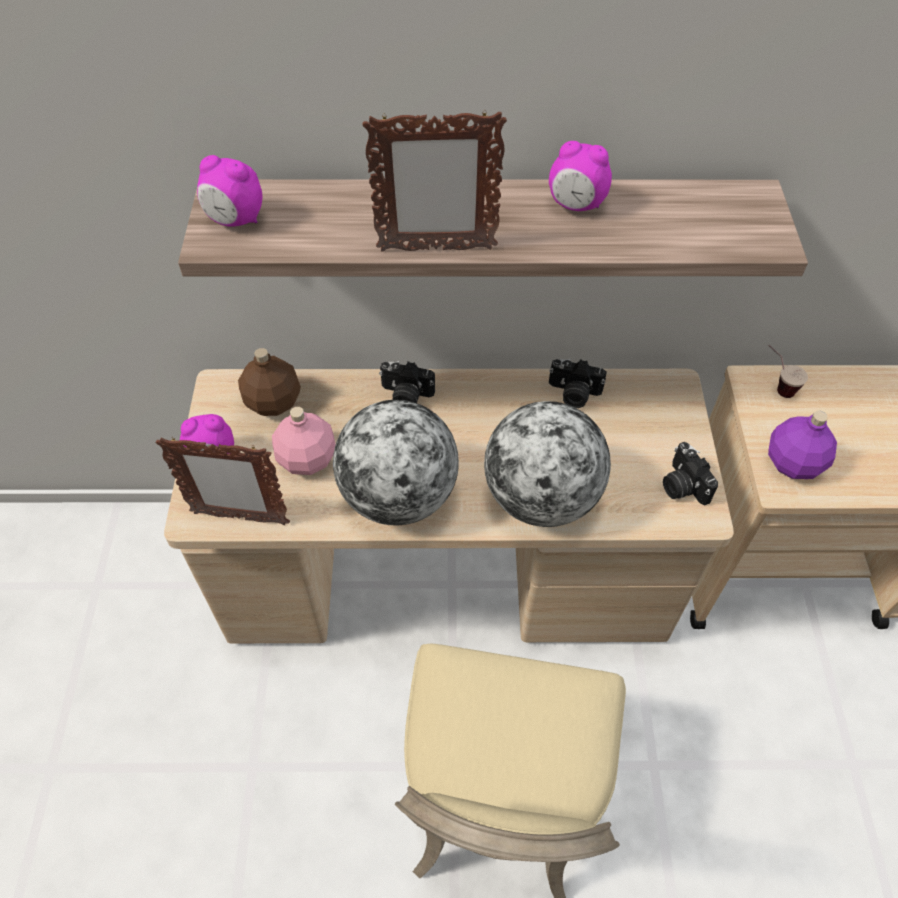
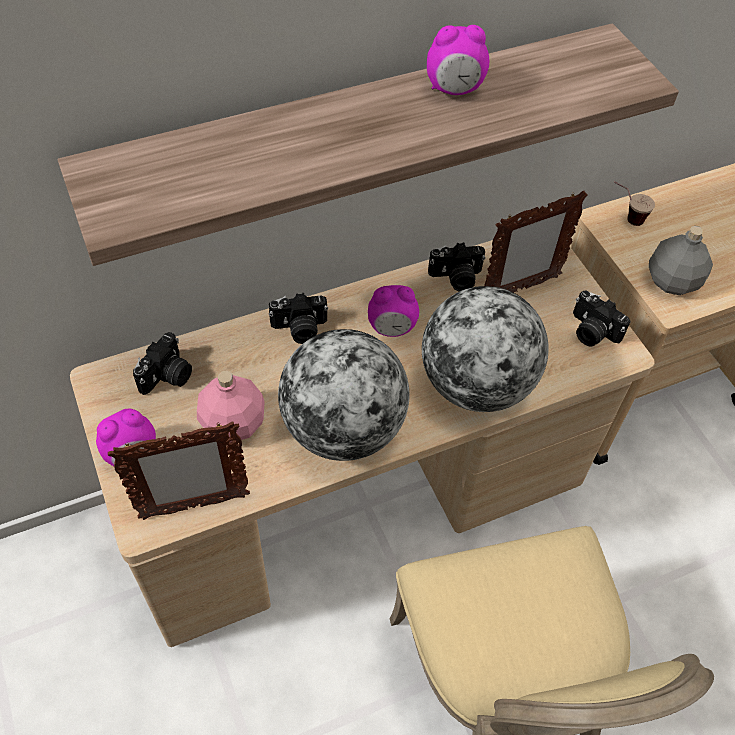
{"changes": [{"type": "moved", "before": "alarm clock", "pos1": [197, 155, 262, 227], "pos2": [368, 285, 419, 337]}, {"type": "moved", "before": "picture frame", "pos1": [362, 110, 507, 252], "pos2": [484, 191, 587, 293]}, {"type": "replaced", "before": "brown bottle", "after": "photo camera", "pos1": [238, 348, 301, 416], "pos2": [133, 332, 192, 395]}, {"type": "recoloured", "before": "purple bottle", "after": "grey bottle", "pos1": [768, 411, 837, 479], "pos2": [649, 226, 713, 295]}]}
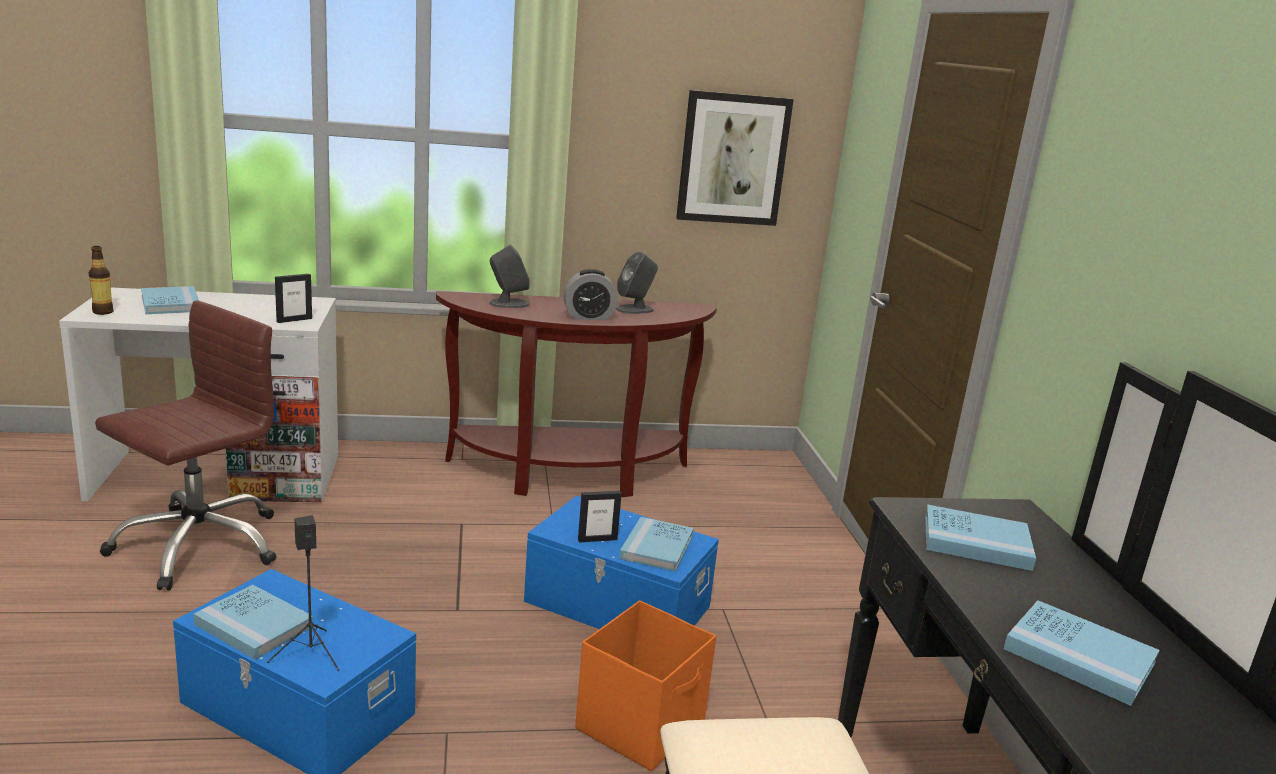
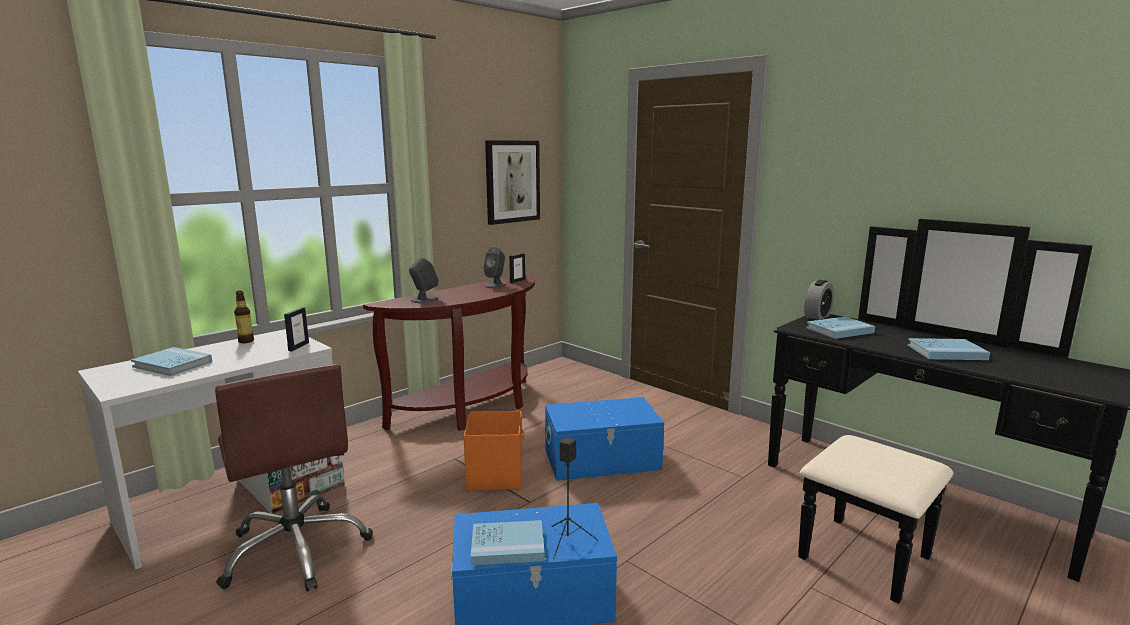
{"changes": [{"type": "removed", "before": "blue book", "pos1": [619, 517, 694, 572]}, {"type": "moved", "before": "bottle", "pos1": [89, 246, 114, 315], "pos2": [234, 291, 254, 343]}, {"type": "moved", "before": "alarm clock", "pos1": [563, 269, 618, 320], "pos2": [804, 280, 834, 320]}, {"type": "moved", "before": "orange storage box", "pos1": [575, 600, 716, 771], "pos2": [464, 411, 524, 490]}, {"type": "moved", "before": "picture frame", "pos1": [578, 491, 622, 543], "pos2": [509, 253, 525, 283]}, {"type": "turned", "before": "brown office chair", "pos1": [95, 300, 277, 590], "pos2": [215, 364, 373, 592], "turn": 150}]}
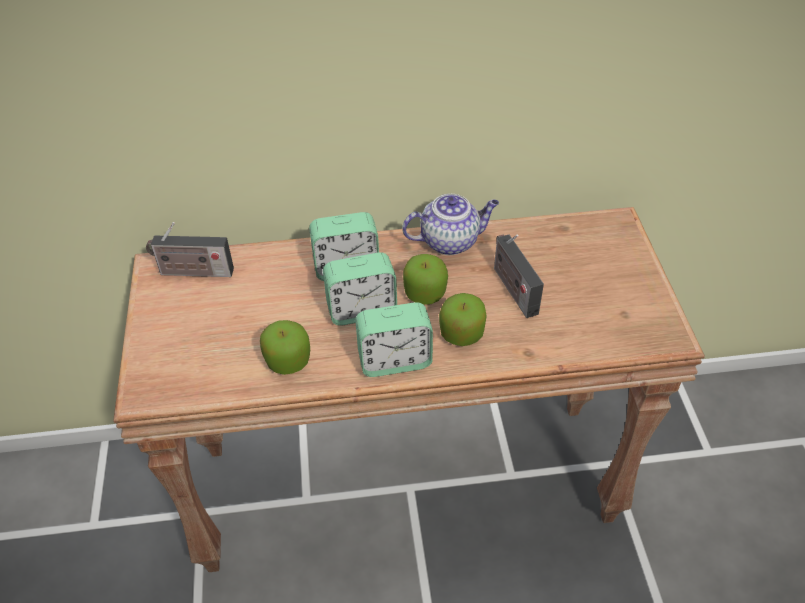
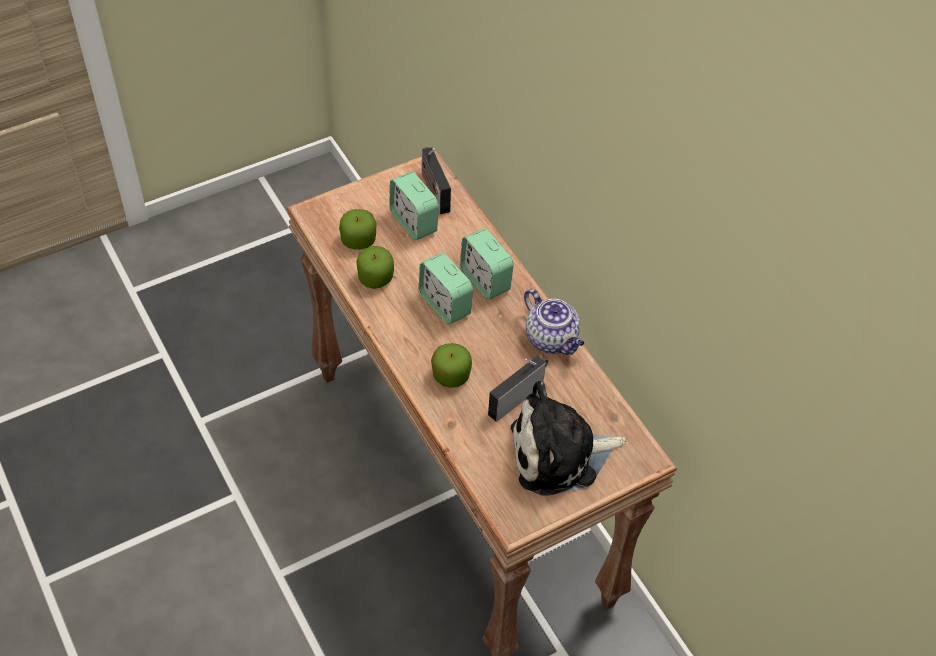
{"changes": [{"type": "added", "after": "plush toy", "pos2": [511, 381, 626, 496]}, {"type": "moved", "before": "alarm clock", "pos1": [355, 302, 433, 377], "pos2": [389, 172, 439, 240]}, {"type": "moved", "before": "apple", "pos1": [403, 254, 448, 305], "pos2": [339, 209, 376, 250]}]}
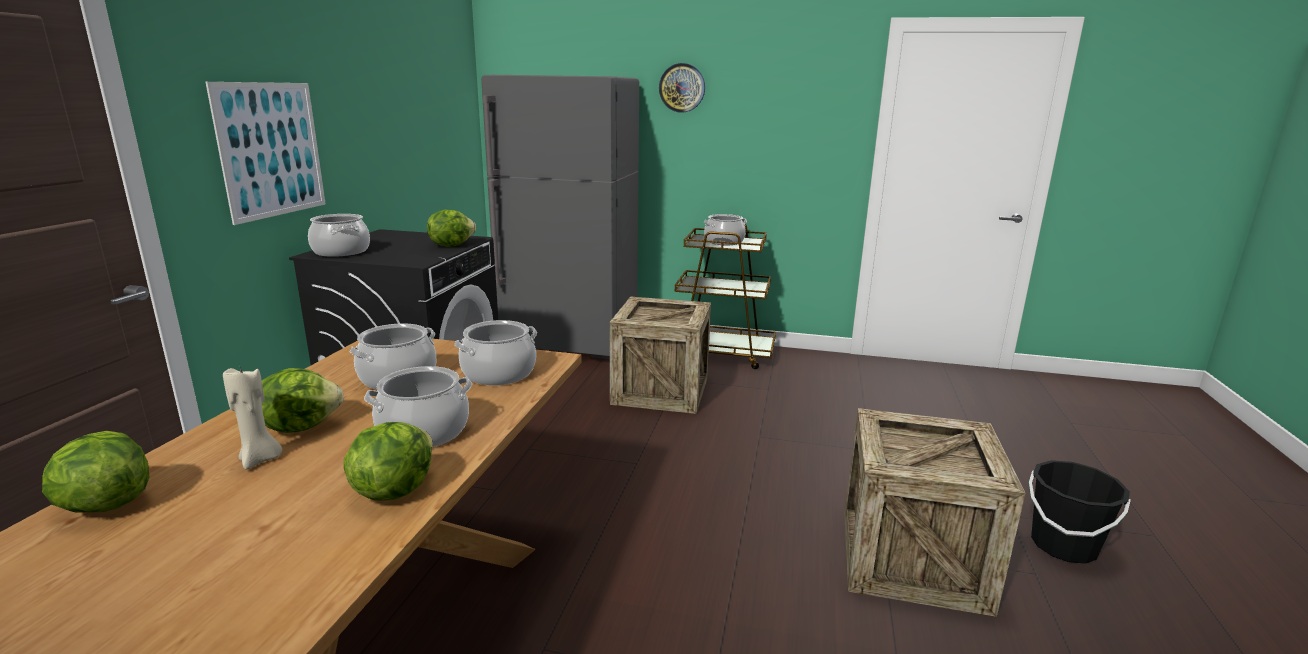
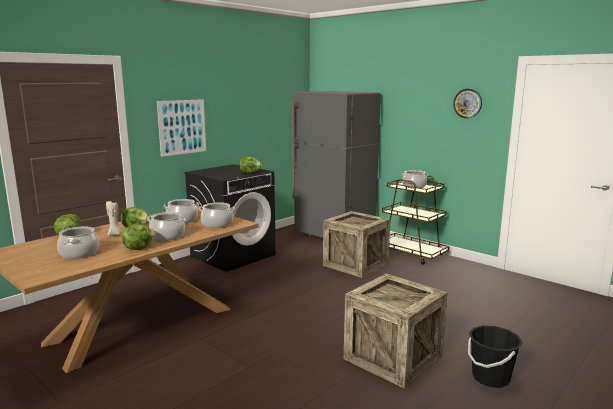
{"changes": [{"type": "moved", "before": "cooking pot", "pos1": [308, 214, 370, 257], "pos2": [57, 226, 99, 259]}, {"type": "moved", "before": "wall clock", "pos1": [659, 63, 705, 113], "pos2": [453, 89, 482, 118]}]}
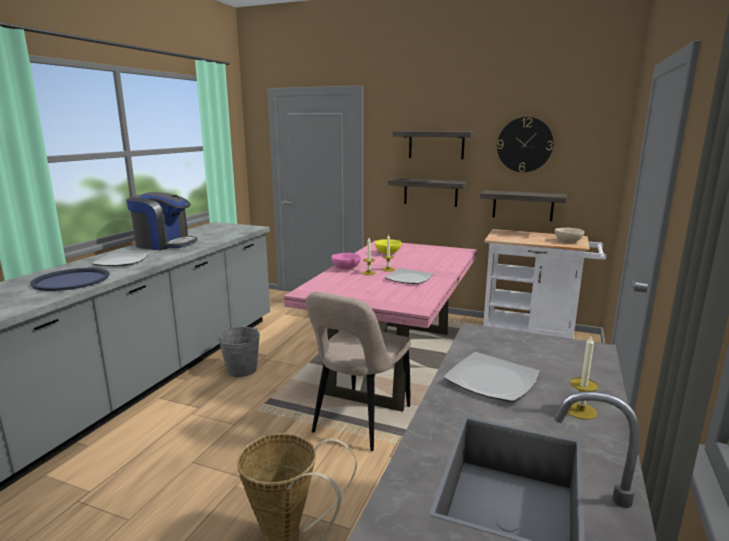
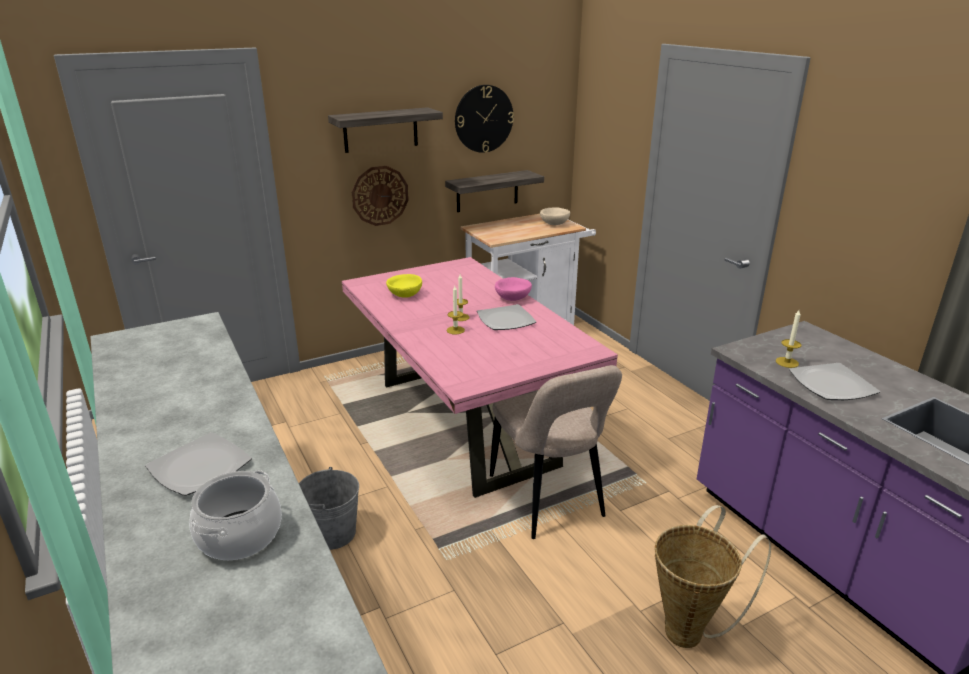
{"changes": [{"type": "removed", "before": "coffee machine", "pos1": [126, 192, 198, 250]}, {"type": "moved", "before": "pink bowl", "pos1": [331, 253, 361, 269], "pos2": [495, 277, 532, 301]}, {"type": "moved", "before": "candle", "pos1": [567, 336, 599, 420], "pos2": [776, 310, 802, 368]}, {"type": "replaced", "before": "blue tray", "after": "cooking pot", "pos1": [30, 268, 110, 291], "pos2": [189, 470, 282, 560]}, {"type": "replaced", "before": "shelf", "after": "wall clock", "pos1": [388, 178, 468, 207], "pos2": [352, 166, 409, 226]}]}
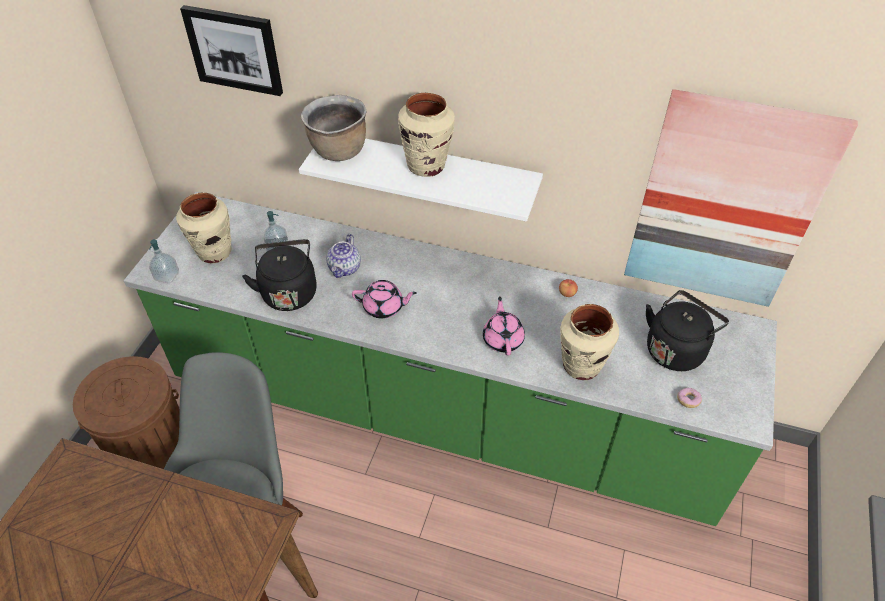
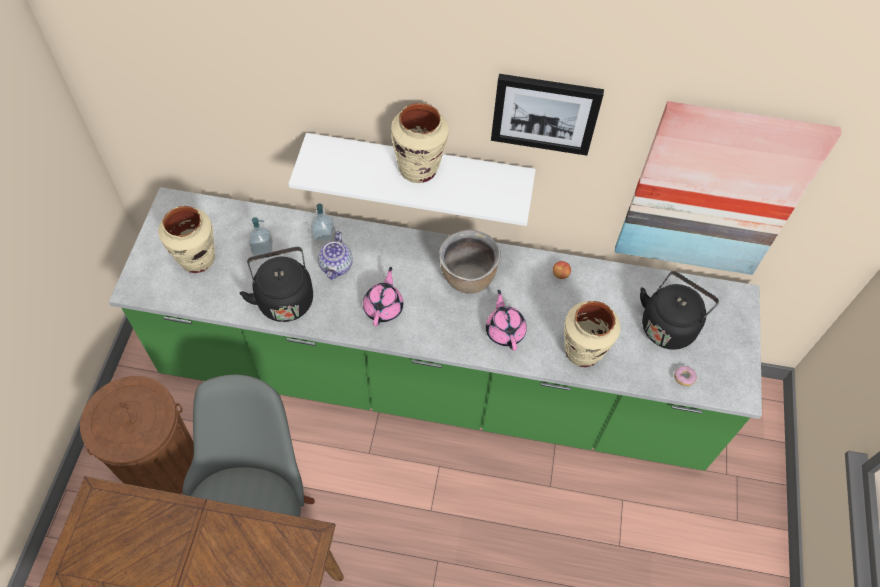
{"changes": [{"type": "moved", "before": "soap dispenser", "pos1": [149, 239, 179, 283], "pos2": [311, 204, 335, 243]}, {"type": "moved", "before": "picture", "pos1": [180, 5, 283, 96], "pos2": [491, 74, 604, 156]}, {"type": "moved", "before": "brown cooking pot", "pos1": [301, 95, 366, 161], "pos2": [439, 229, 501, 294]}, {"type": "turned", "before": "pink teapot", "pos1": [352, 280, 417, 319], "pos2": [363, 267, 403, 326], "turn": -75}]}
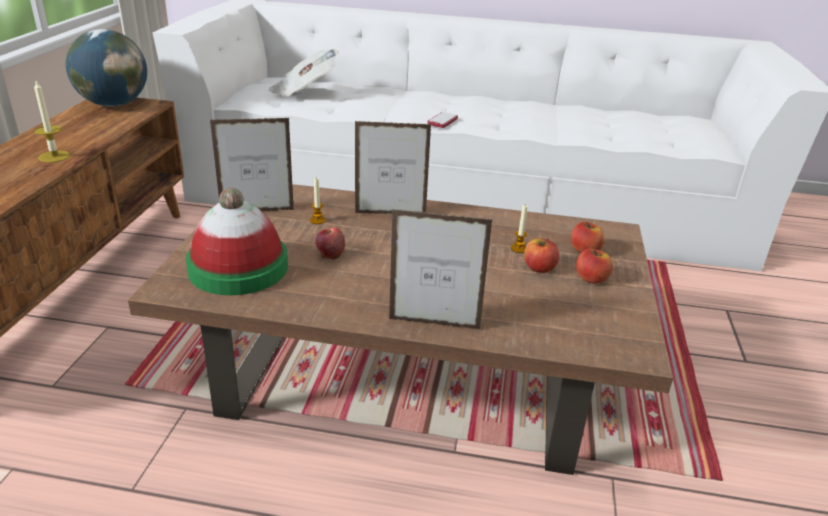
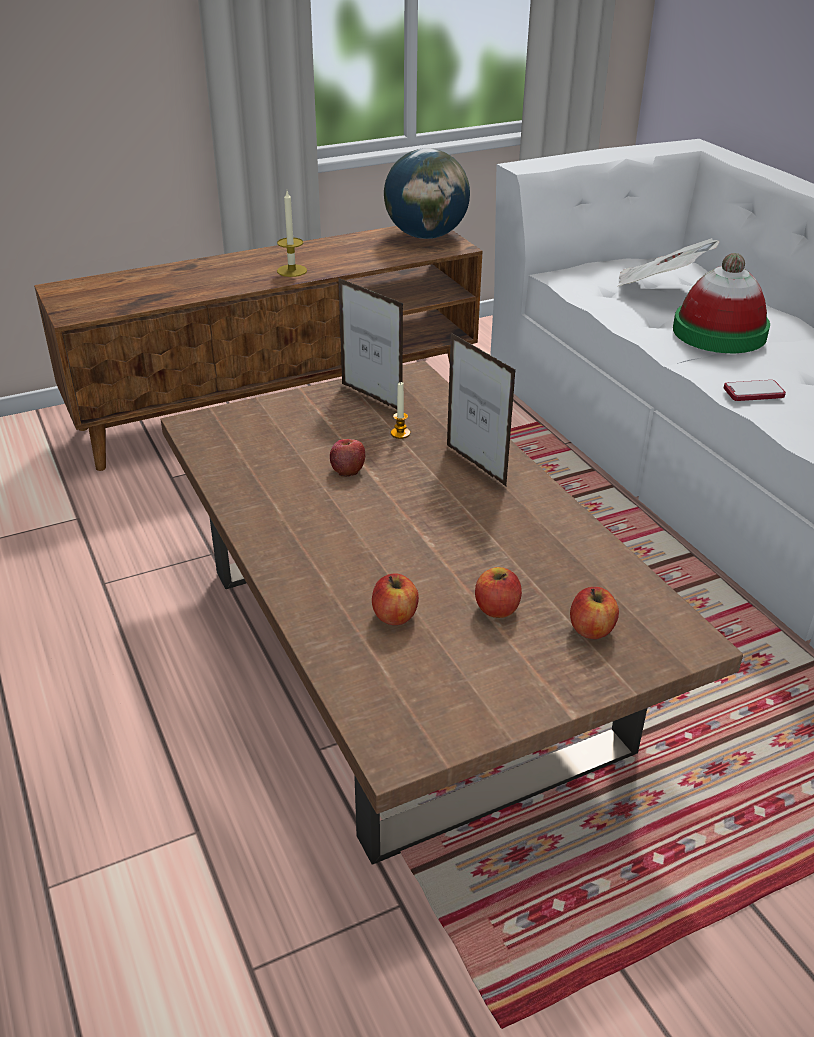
{"changes": [{"type": "removed", "before": "picture frame", "pos1": [389, 209, 493, 329]}, {"type": "removed", "before": "candle", "pos1": [511, 204, 527, 253]}, {"type": "moved", "before": "hat", "pos1": [186, 188, 288, 295], "pos2": [673, 253, 770, 353]}, {"type": "moved", "before": "apple", "pos1": [576, 249, 613, 284], "pos2": [372, 573, 419, 625]}]}
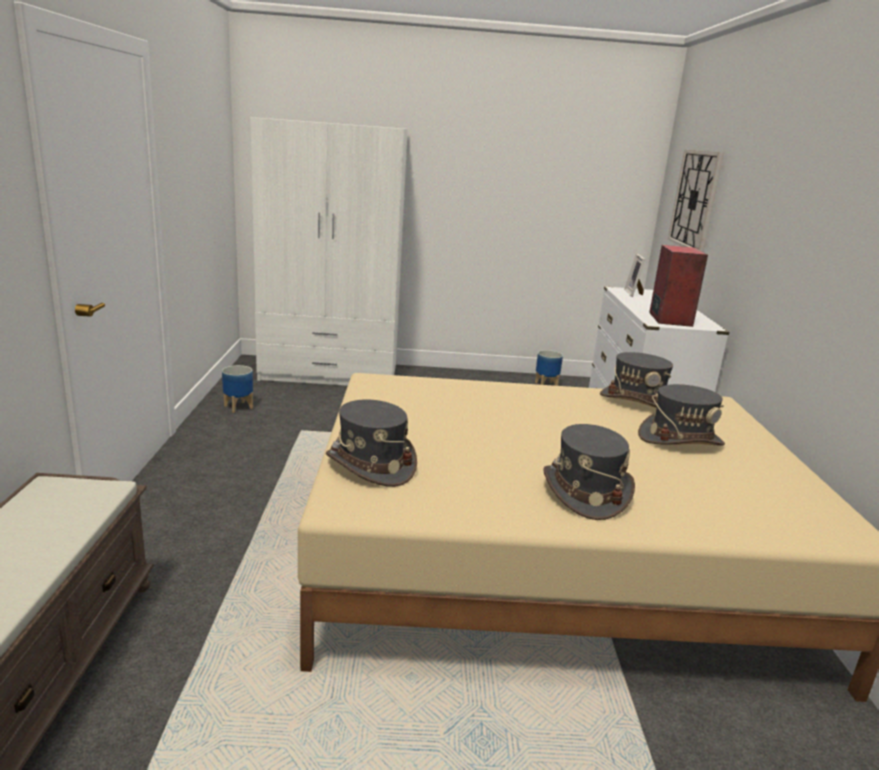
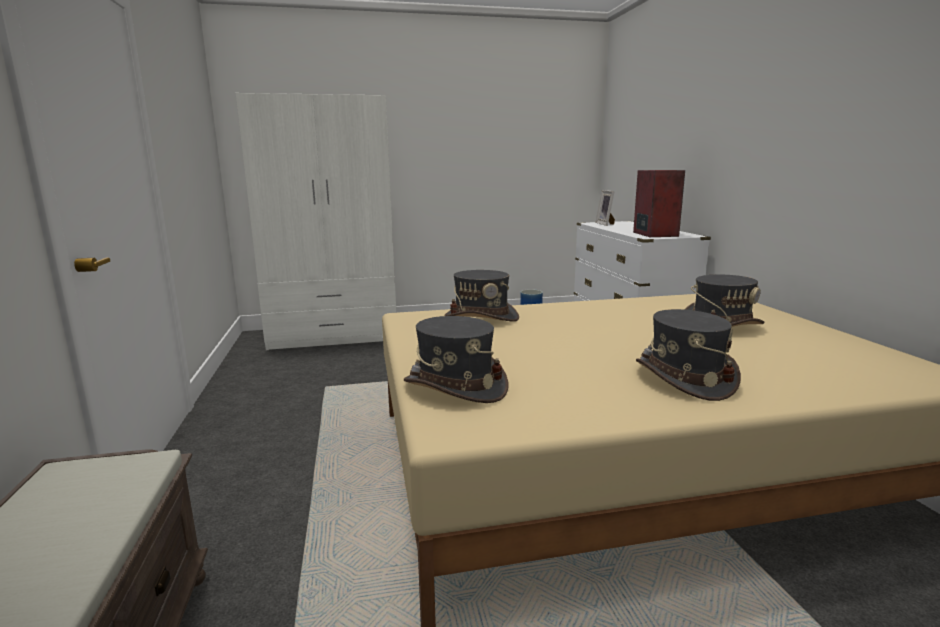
{"changes": [{"type": "removed", "before": "planter", "pos1": [222, 365, 253, 413]}, {"type": "removed", "before": "wall clock", "pos1": [668, 150, 723, 252]}, {"type": "moved", "before": "grey hat", "pos1": [600, 352, 673, 408], "pos2": [444, 270, 519, 322]}]}
